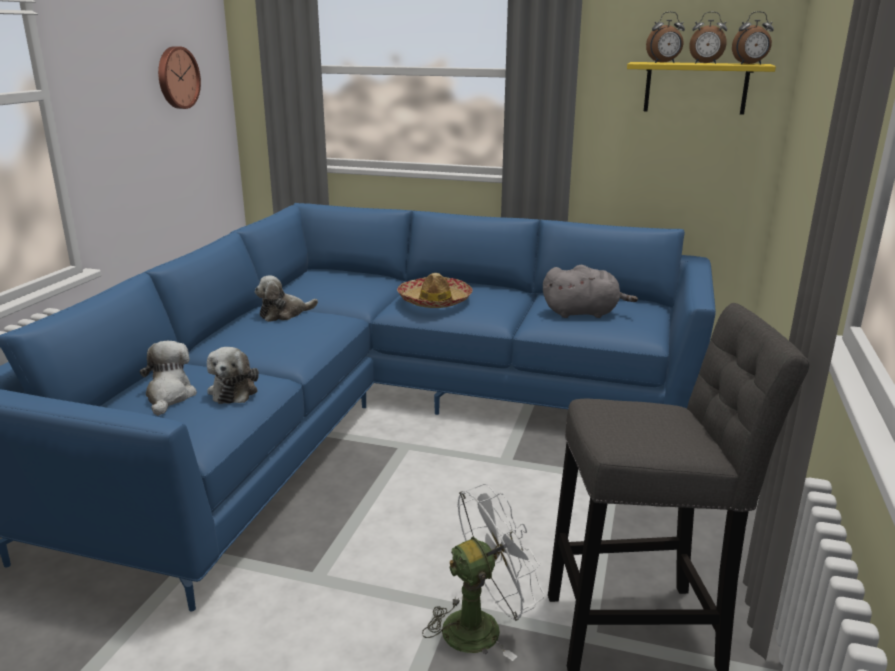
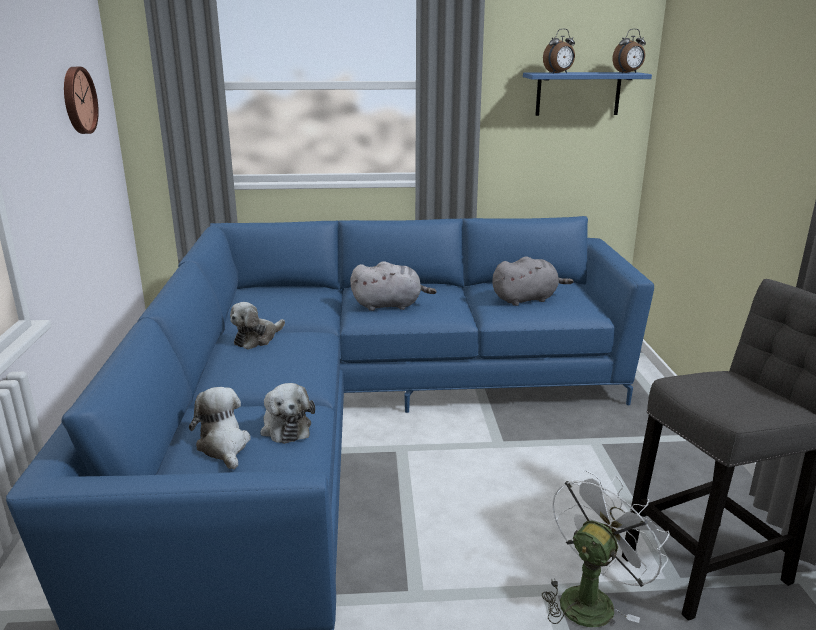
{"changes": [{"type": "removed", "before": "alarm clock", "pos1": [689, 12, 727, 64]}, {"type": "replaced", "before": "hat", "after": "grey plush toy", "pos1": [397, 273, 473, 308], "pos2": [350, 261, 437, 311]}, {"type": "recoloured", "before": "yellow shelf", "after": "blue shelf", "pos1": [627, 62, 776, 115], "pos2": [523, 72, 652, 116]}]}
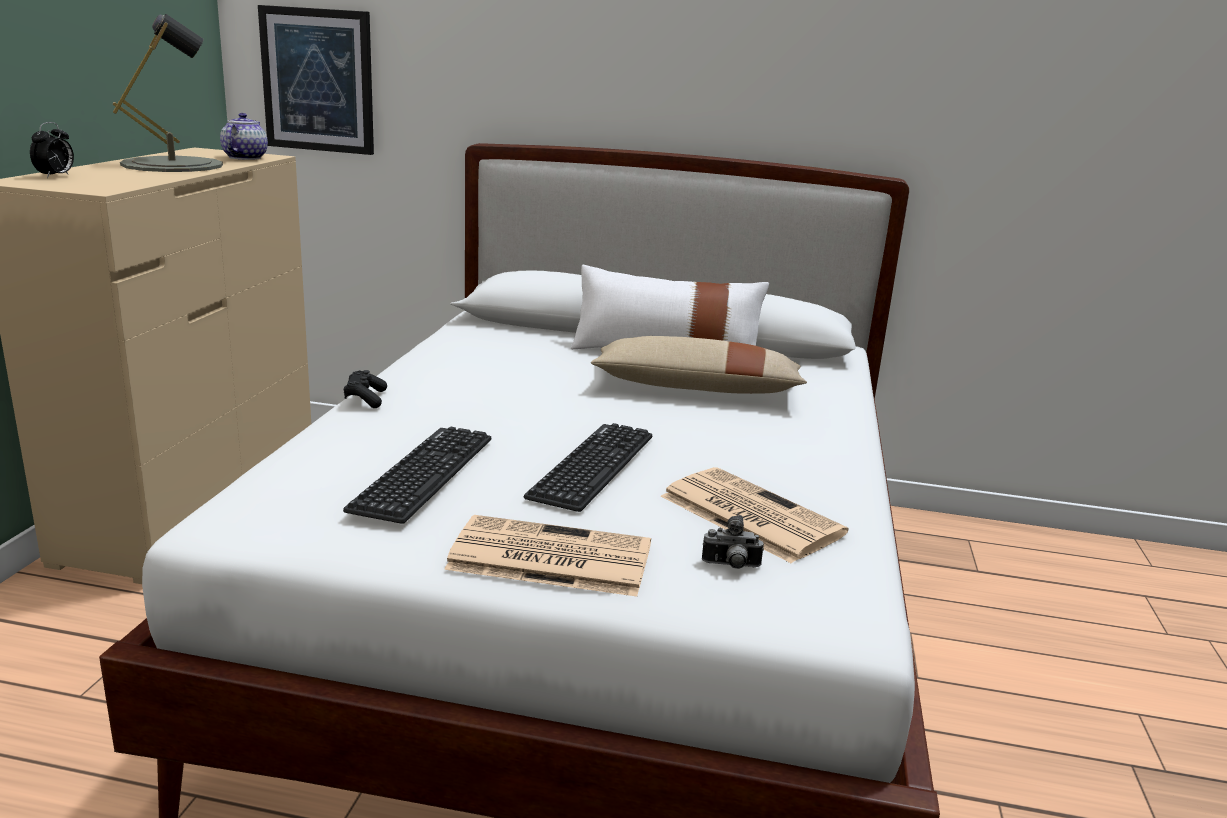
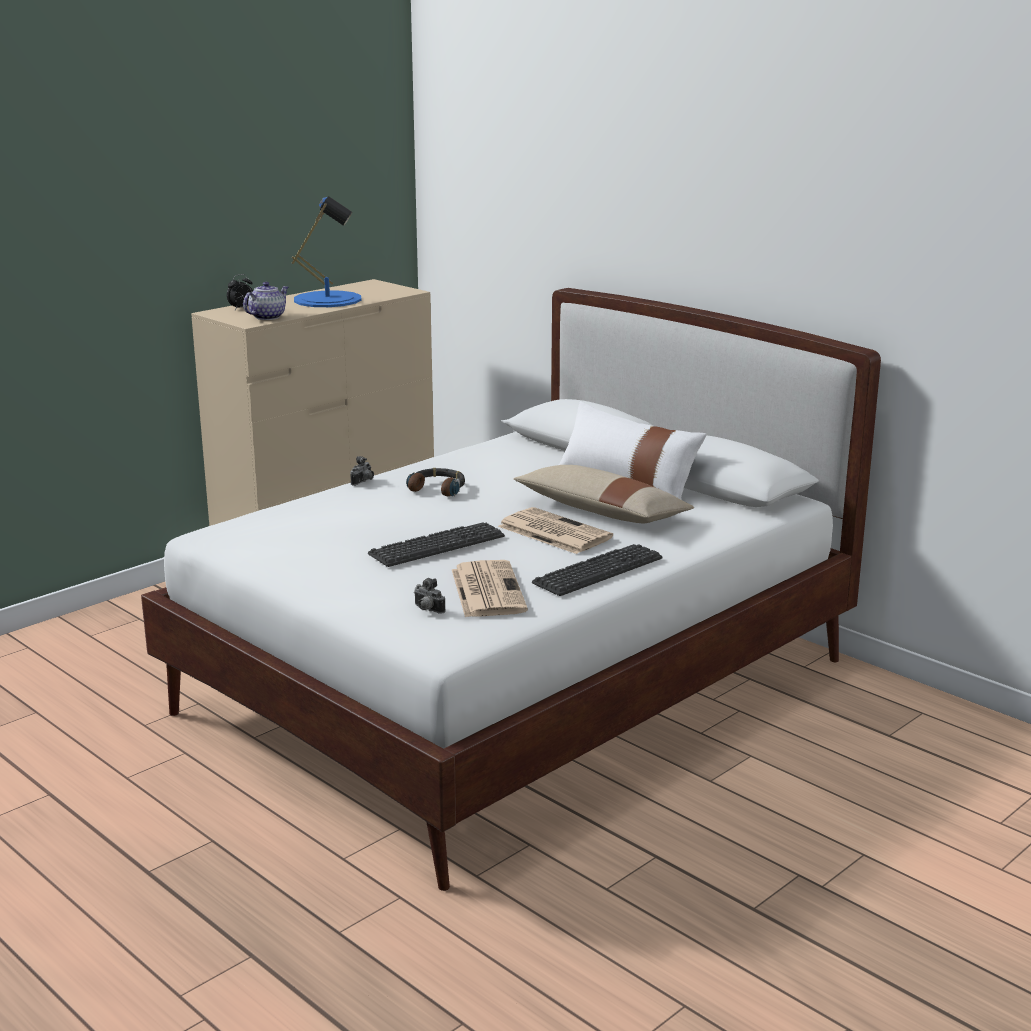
{"changes": [{"type": "removed", "before": "picture", "pos1": [258, 5, 374, 155]}, {"type": "added", "after": "headphones", "pos2": [406, 468, 465, 496]}, {"type": "moved", "before": "teapot", "pos1": [220, 113, 268, 160], "pos2": [243, 282, 288, 320]}, {"type": "moved", "before": "keyboard", "pos1": [343, 427, 491, 524], "pos2": [532, 544, 663, 596]}, {"type": "moved", "before": "newspaper", "pos1": [444, 515, 651, 597], "pos2": [498, 507, 613, 554]}, {"type": "replaced", "before": "black game controller", "after": "photo camera", "pos1": [344, 370, 387, 408], "pos2": [350, 456, 374, 486]}, {"type": "recoloured", "before": "grey table lamp", "after": "blue table lamp", "pos1": [113, 14, 223, 172], "pos2": [292, 196, 361, 307]}]}
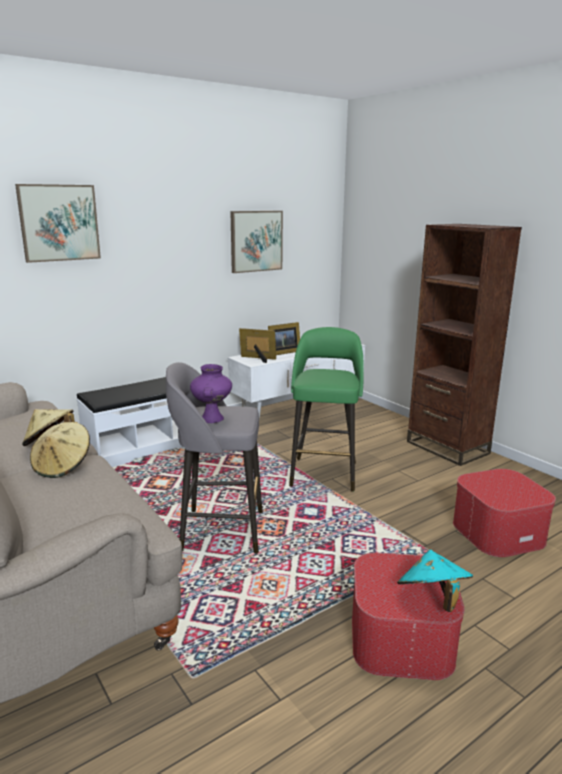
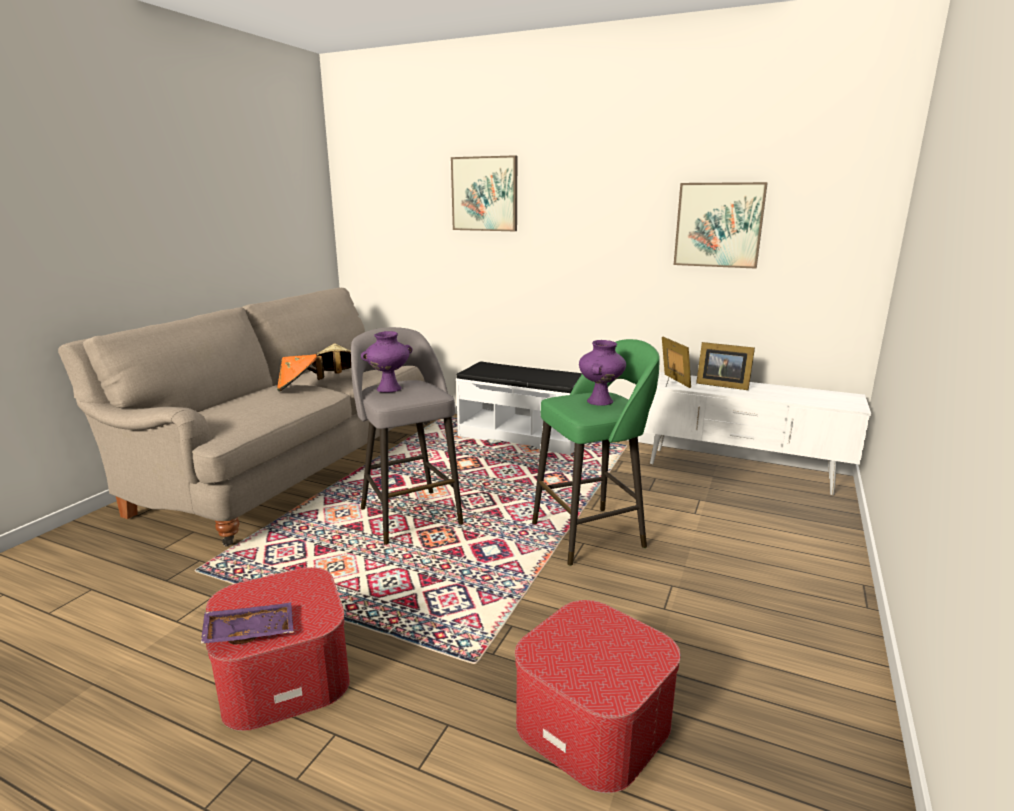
{"changes": [{"type": "removed", "before": "brown bookcase", "pos1": [407, 224, 522, 466]}, {"type": "added", "after": "purple vase", "pos2": [579, 340, 626, 406]}, {"type": "replaced", "before": "turquoise hat", "after": "purple tray", "pos1": [397, 550, 473, 612], "pos2": [201, 603, 294, 645]}, {"type": "recoloured", "before": "beige hat", "after": "orange hat", "pos1": [30, 422, 90, 478], "pos2": [277, 354, 325, 392]}]}
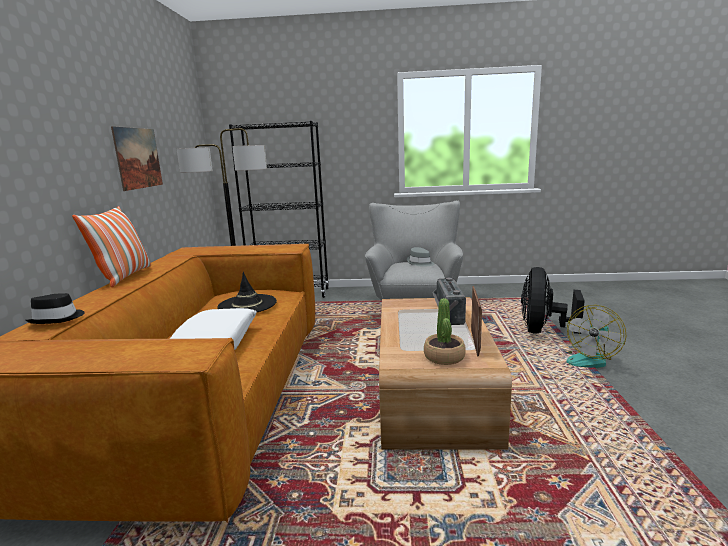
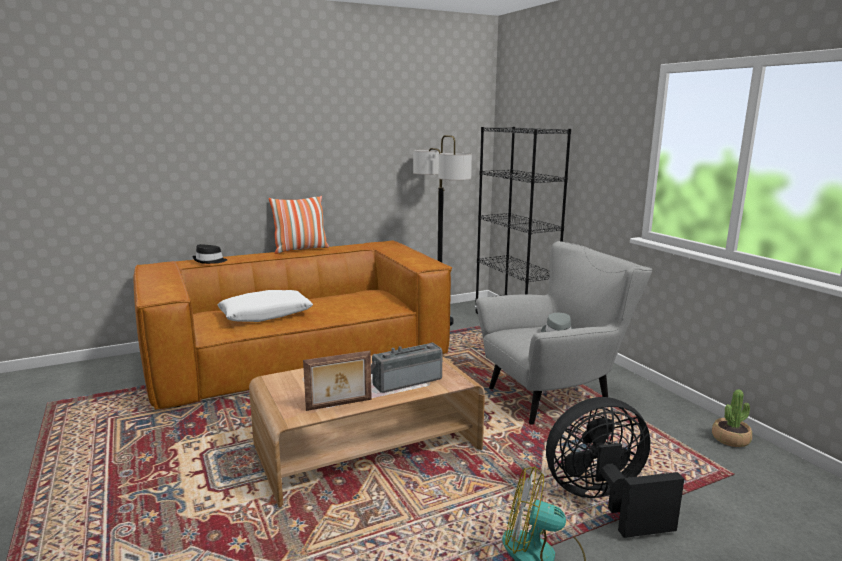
{"changes": [{"type": "removed", "before": "picture", "pos1": [111, 126, 163, 191]}, {"type": "removed", "before": "black hat", "pos1": [217, 272, 277, 312]}, {"type": "moved", "before": "potted plant", "pos1": [424, 298, 466, 365], "pos2": [712, 389, 752, 447]}]}
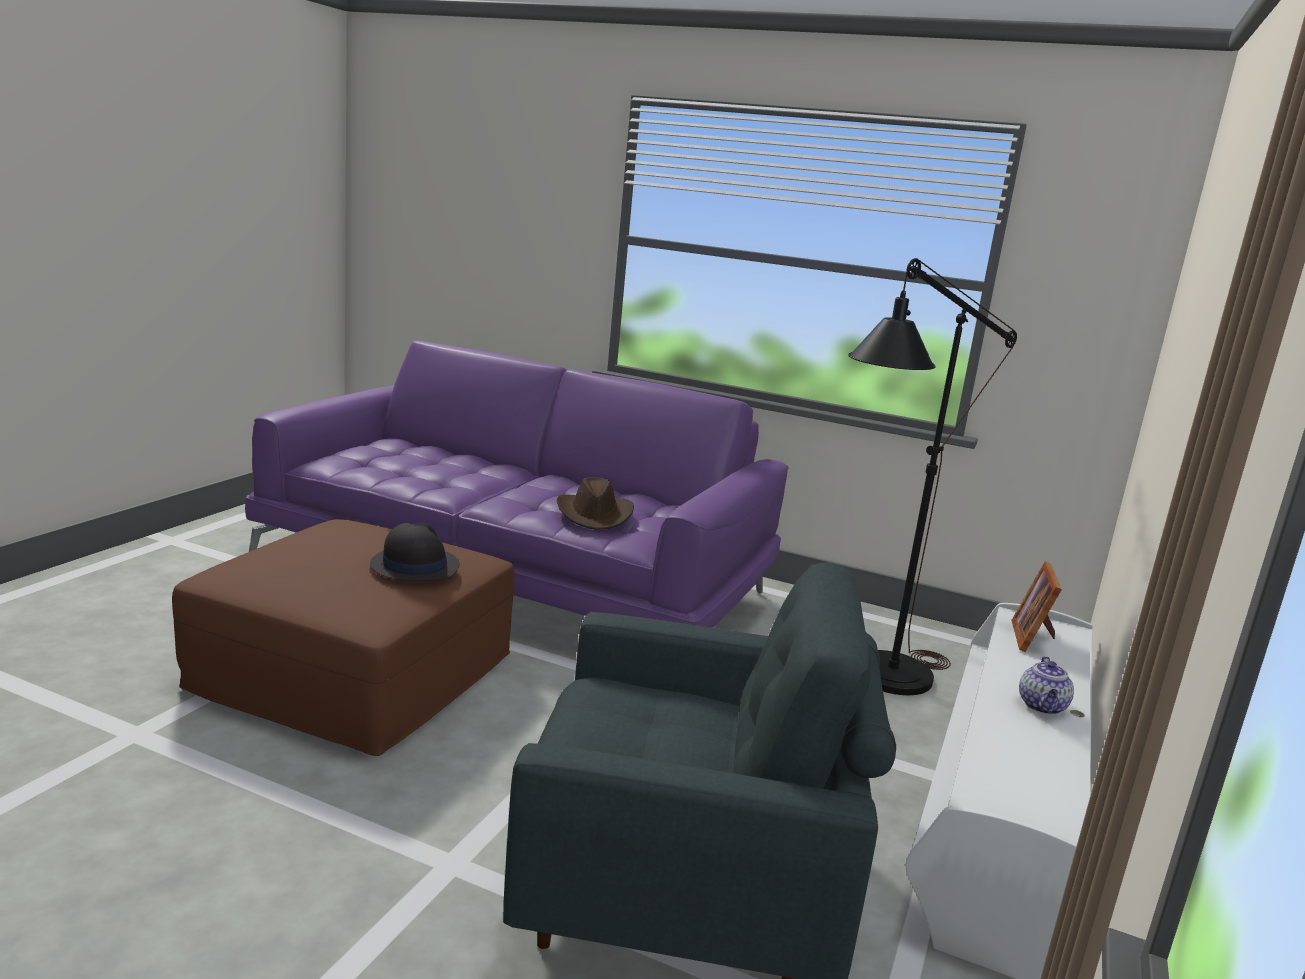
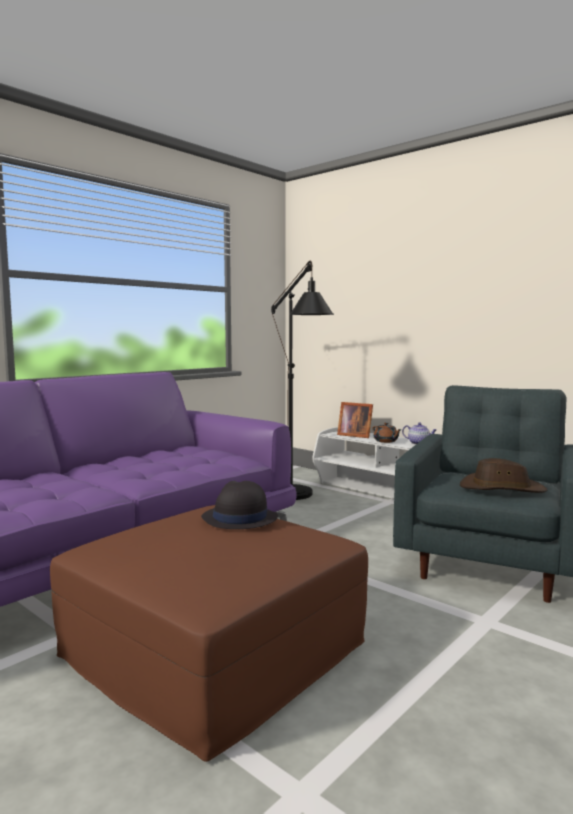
{"changes": [{"type": "added", "after": "brown teapot", "pos2": [372, 422, 402, 443]}, {"type": "moved", "before": "brown hat", "pos1": [557, 477, 634, 530], "pos2": [460, 458, 547, 493]}]}
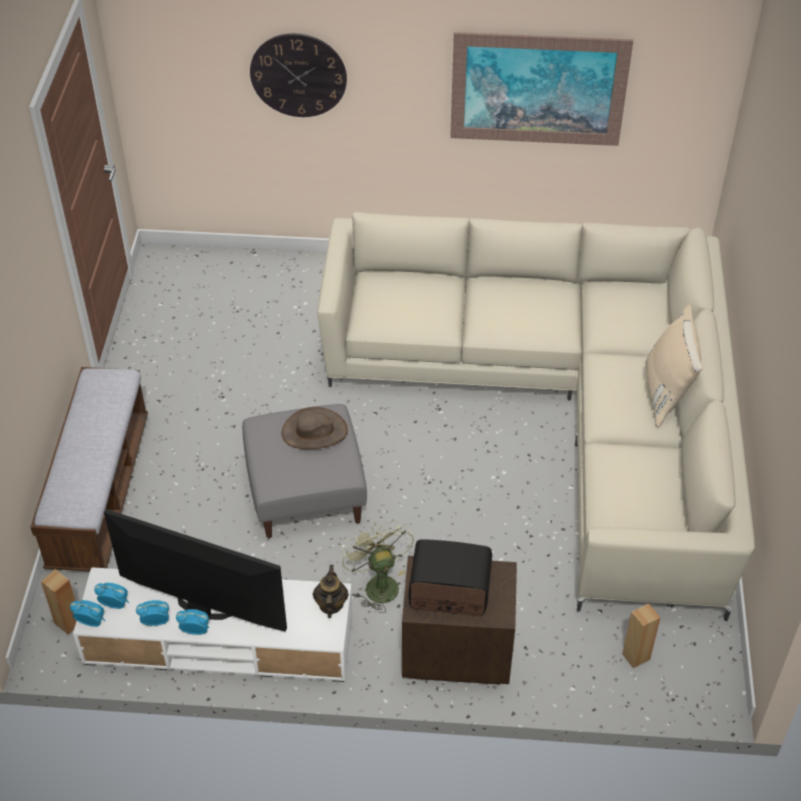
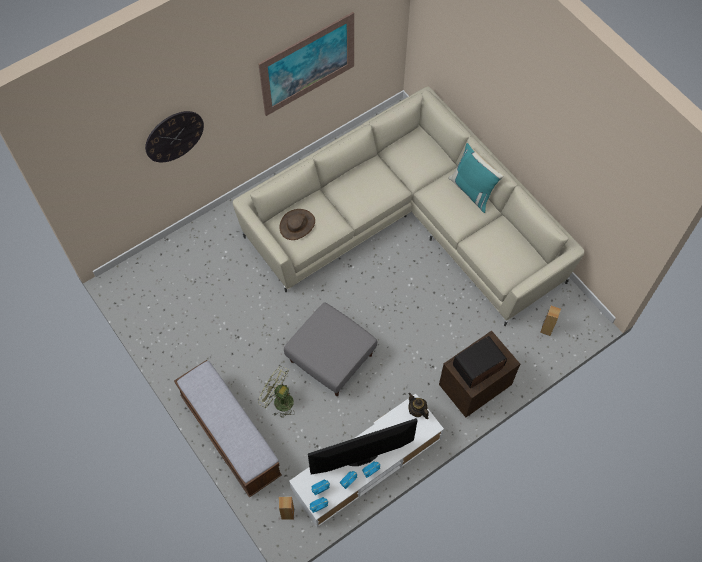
{"changes": [{"type": "moved", "before": "brown hat", "pos1": [282, 407, 348, 449], "pos2": [279, 209, 315, 240]}, {"type": "moved", "before": "green fan", "pos1": [340, 519, 414, 613], "pos2": [258, 366, 295, 418]}, {"type": "recoloured", "before": "beige pillow", "after": "turquoise pillow", "pos1": [646, 305, 703, 427], "pos2": [449, 143, 503, 213]}]}
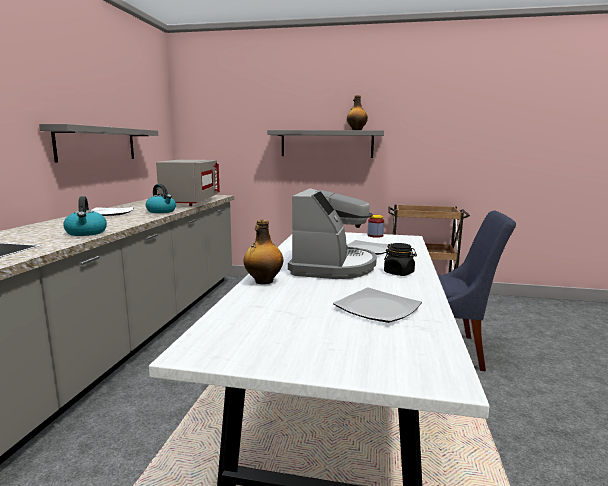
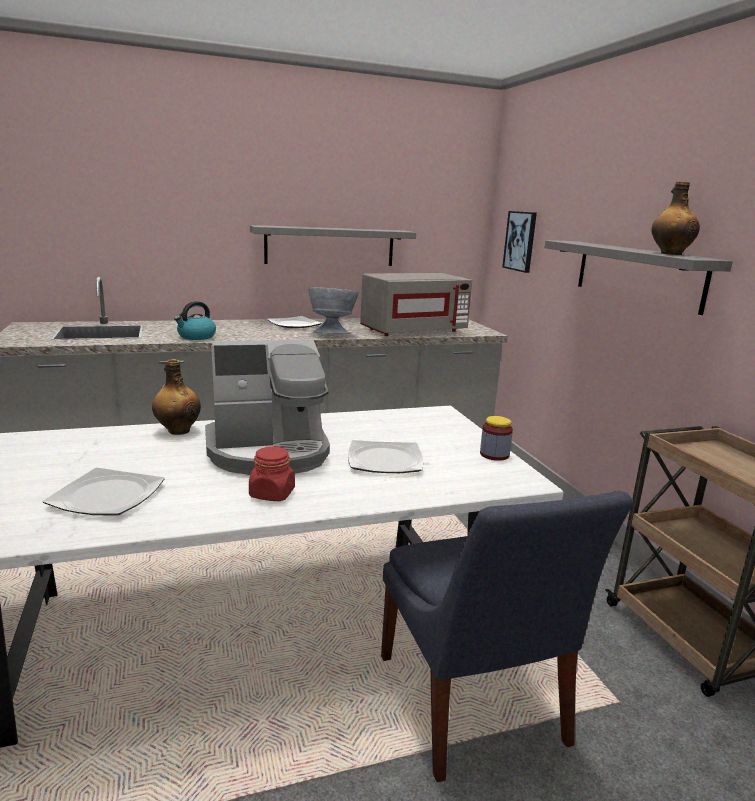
{"changes": [{"type": "added", "after": "picture", "pos2": [502, 211, 537, 273]}, {"type": "replaced", "before": "kettle", "after": "grey bowl", "pos1": [146, 184, 176, 213], "pos2": [308, 287, 359, 334]}, {"type": "recoloured", "before": "black jar", "after": "red jar", "pos1": [384, 243, 417, 276], "pos2": [249, 446, 295, 501]}]}
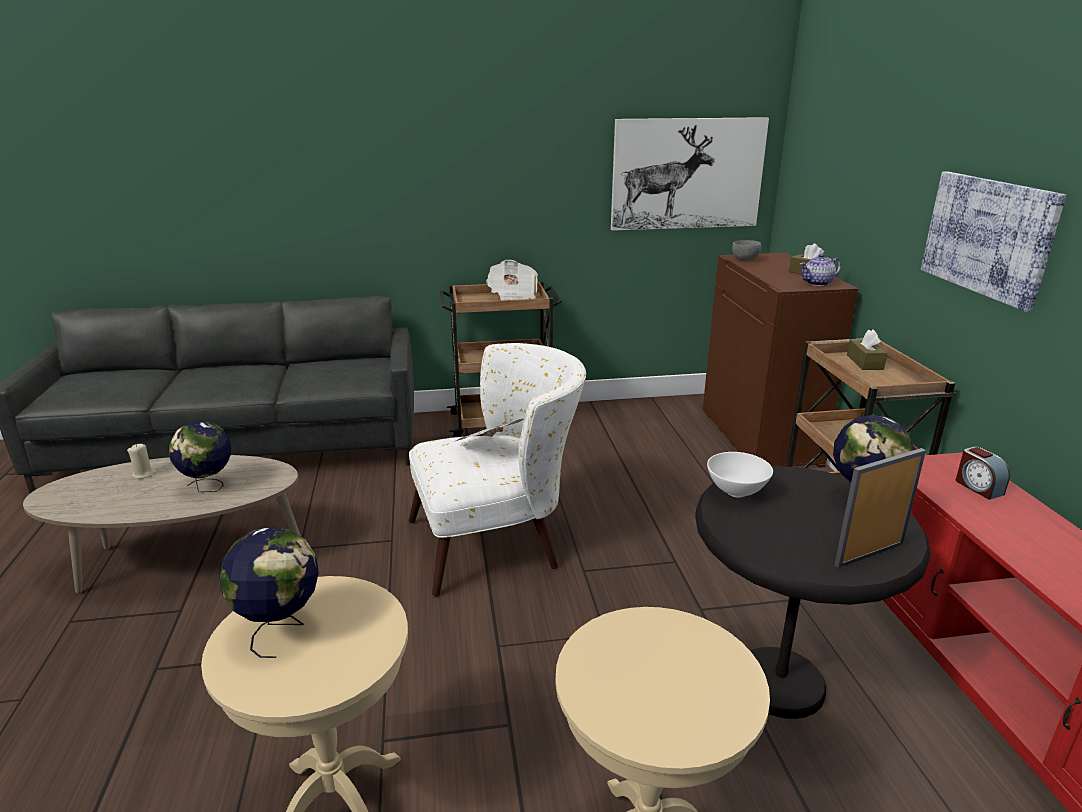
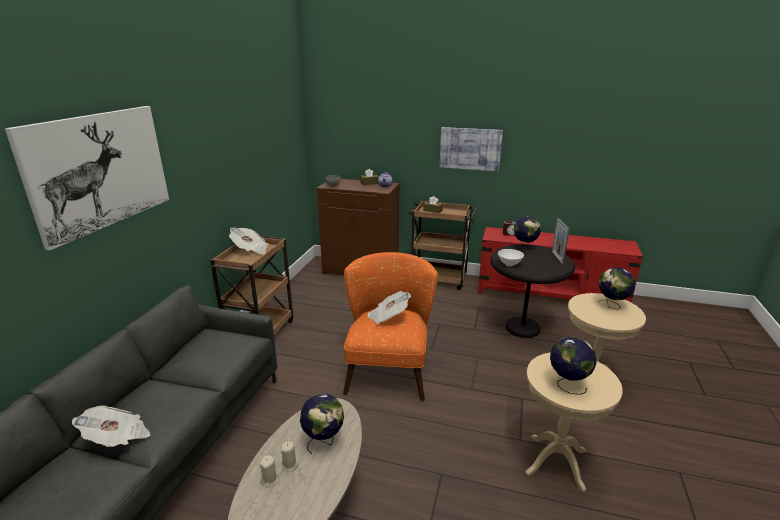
{"changes": [{"type": "added", "after": "newspaper", "pos2": [72, 405, 151, 447]}, {"type": "added", "after": "beige candle", "pos2": [281, 441, 299, 471]}, {"type": "added", "after": "globe", "pos2": [598, 267, 635, 310]}, {"type": "moved", "before": "picture", "pos1": [611, 117, 769, 230], "pos2": [5, 106, 169, 251]}, {"type": "recoloured", "before": "white armchair", "after": "orange armchair", "pos1": [409, 343, 586, 597], "pos2": [343, 252, 438, 401]}]}
